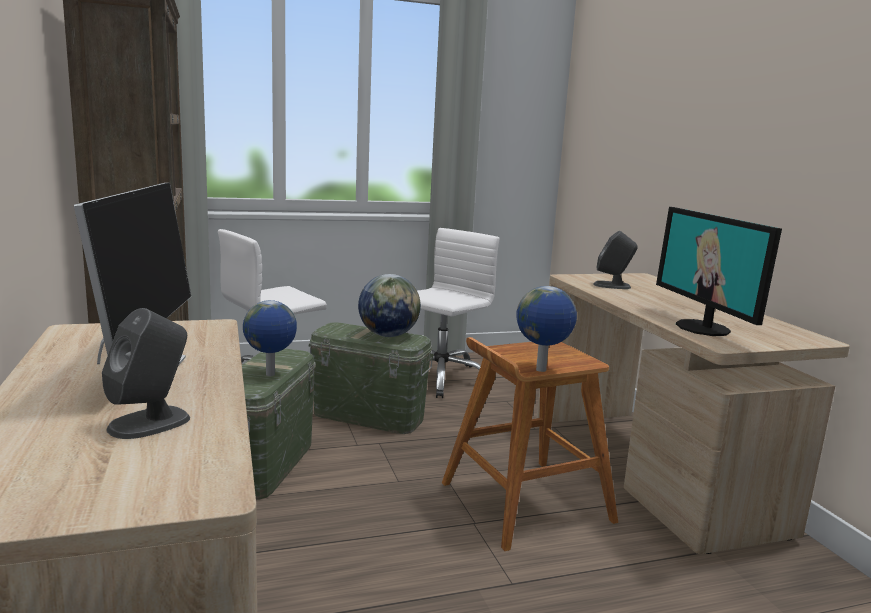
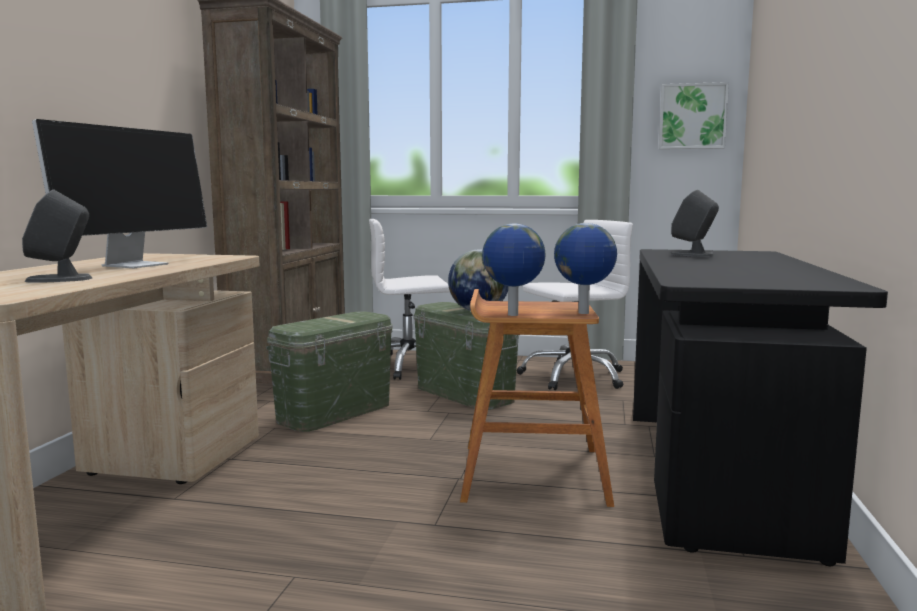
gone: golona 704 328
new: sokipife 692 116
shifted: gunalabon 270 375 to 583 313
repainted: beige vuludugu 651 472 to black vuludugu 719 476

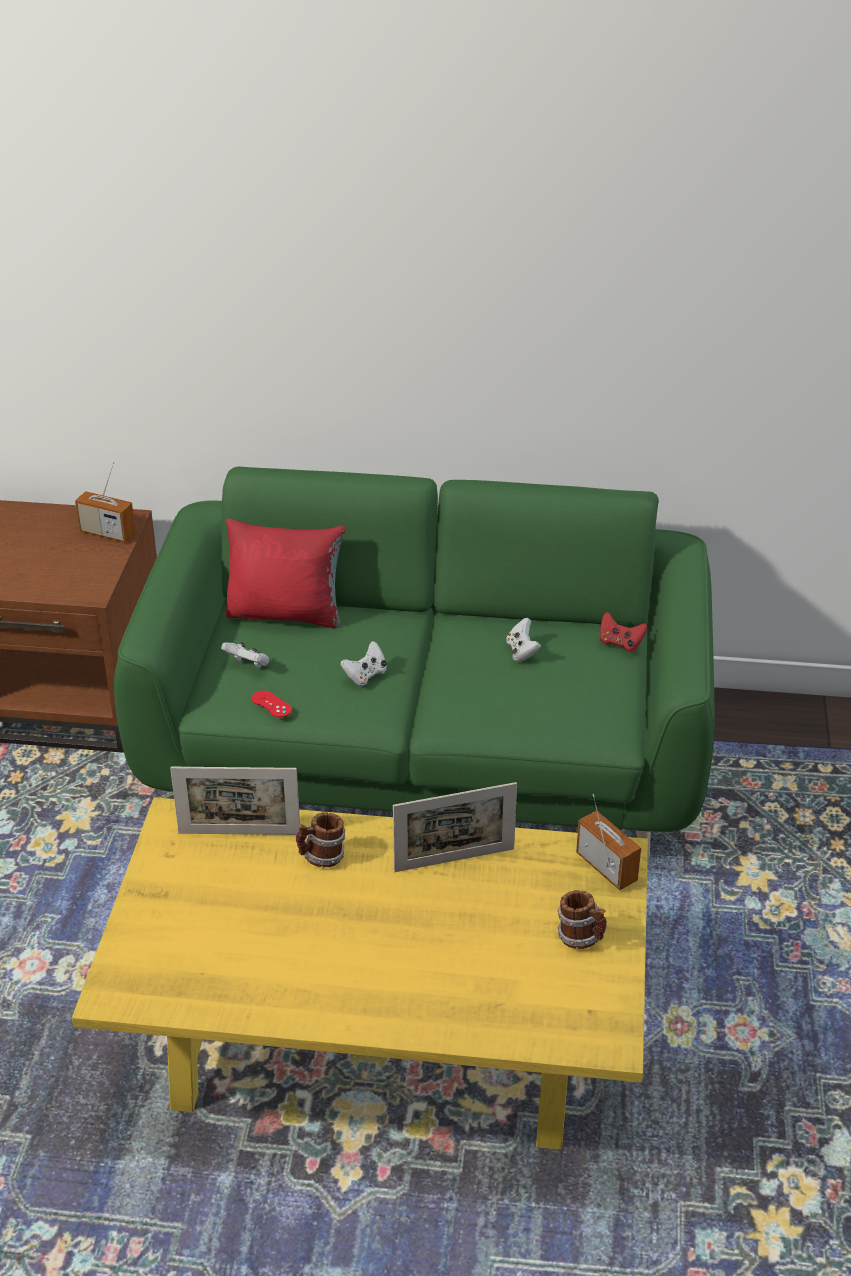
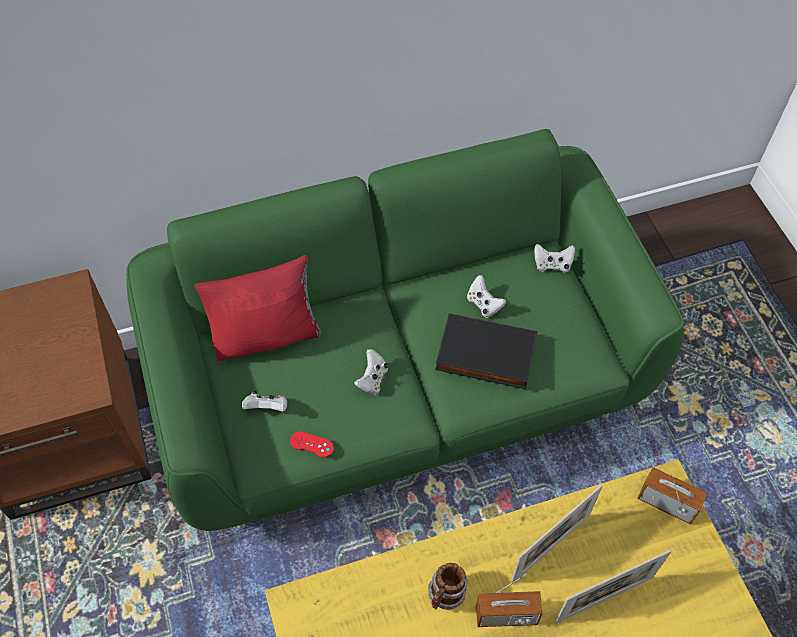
gone: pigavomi 581 938
new: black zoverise 484 356
shifted: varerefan 107 533 to 506 615; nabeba 239 833 to 604 600
repainted: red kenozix 620 643 to white kenozix 552 265

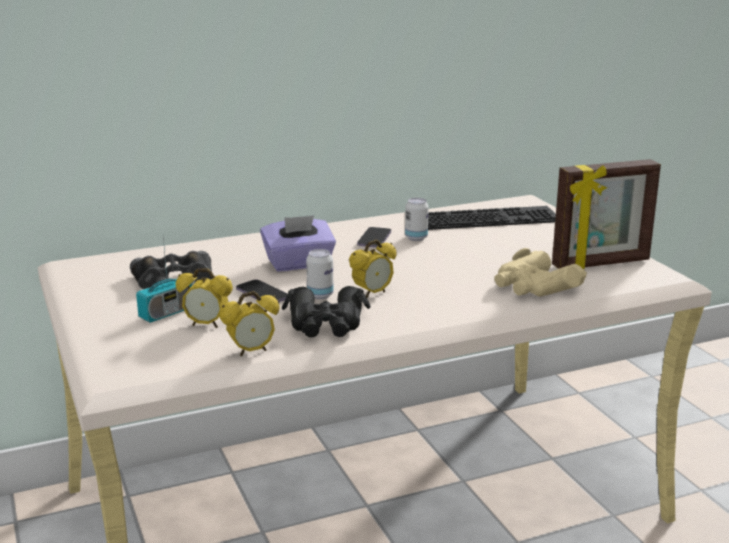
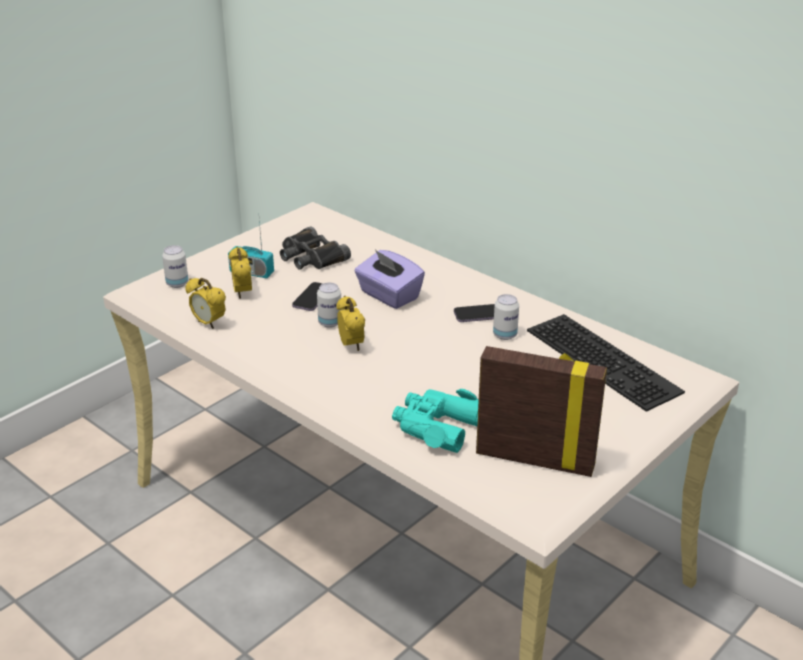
gone: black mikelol 326 324
new: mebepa 177 284
repainted: beige mikelol 534 286 to turquoise mikelol 436 426
rotated: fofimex 372 294 = 351 345 135 degrees counterclockwise; nabeba 601 264 = 535 459 150 degrees clockwise

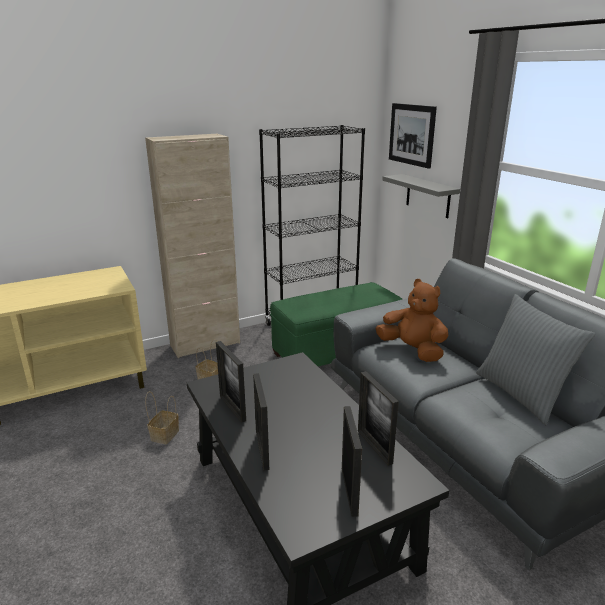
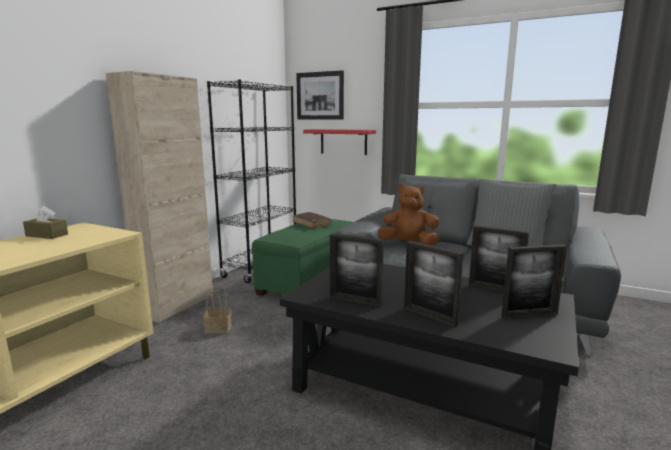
gone: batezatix 165 434
new: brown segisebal 47 235; brown zoverise 311 224
repainted: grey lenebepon 428 196 to red lenebepon 343 142
rotated: nabeba 349 491 = 529 315 120 degrees clockwise

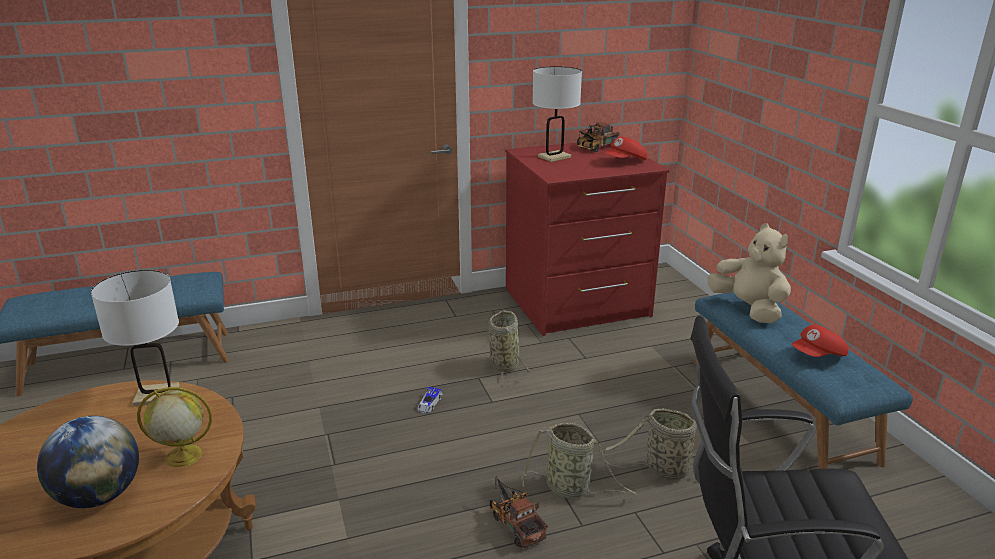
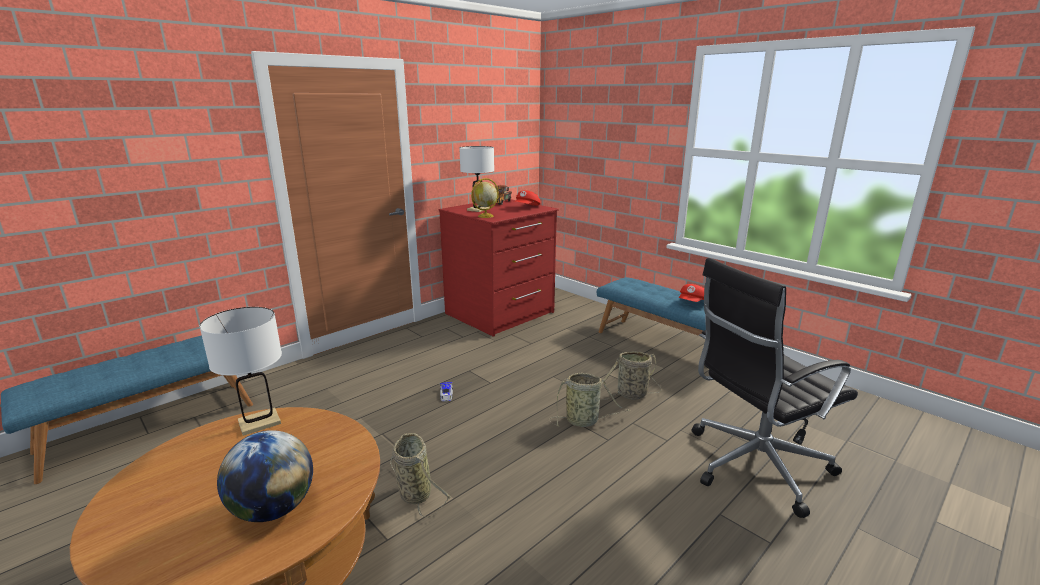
gone: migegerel 515 523; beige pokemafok 748 309
shifted: batezatix 504 364 to 414 492; gunalabon 182 456 to 485 216

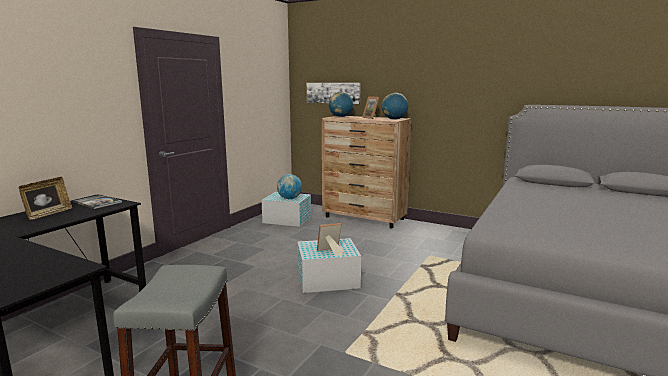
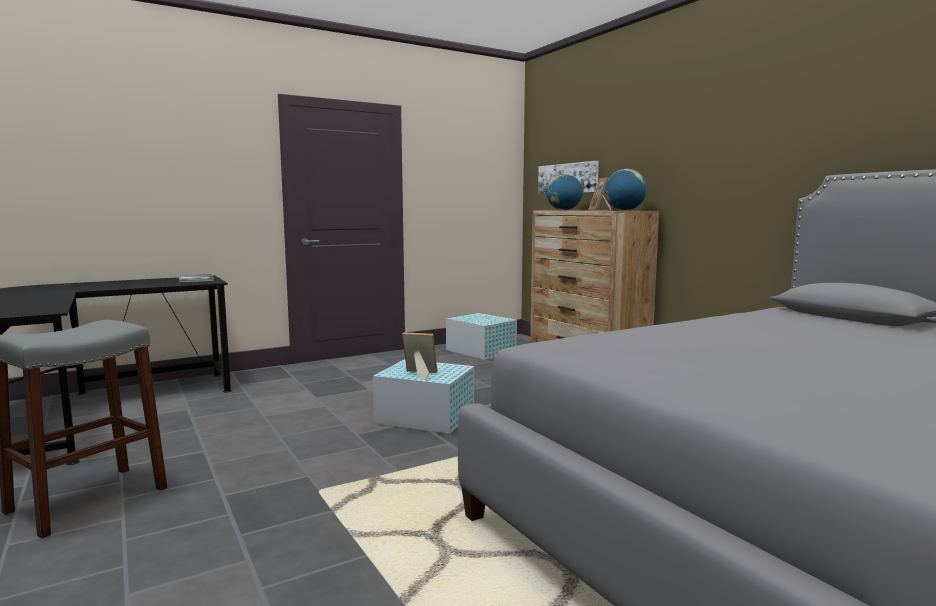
gone: nabeba 48 214; gunalabon 289 198

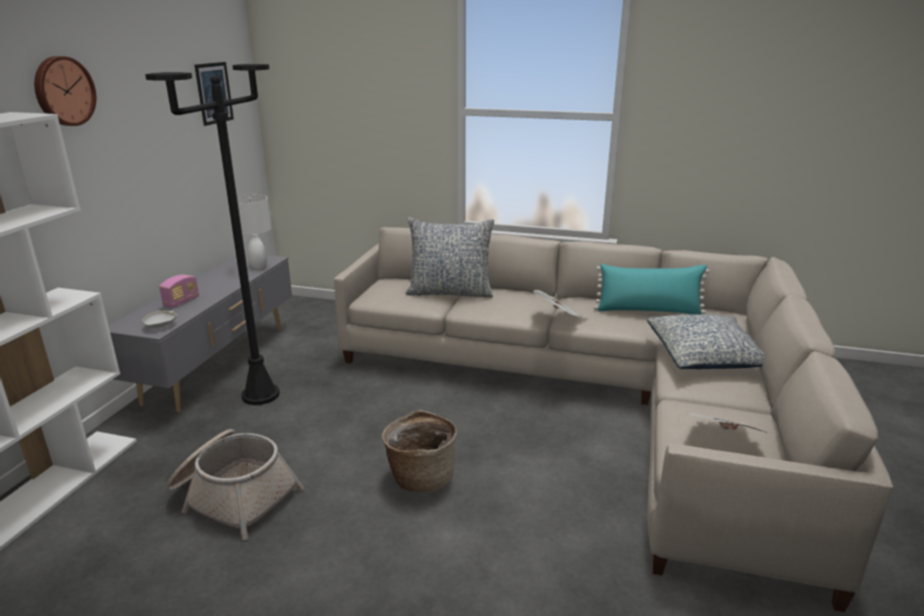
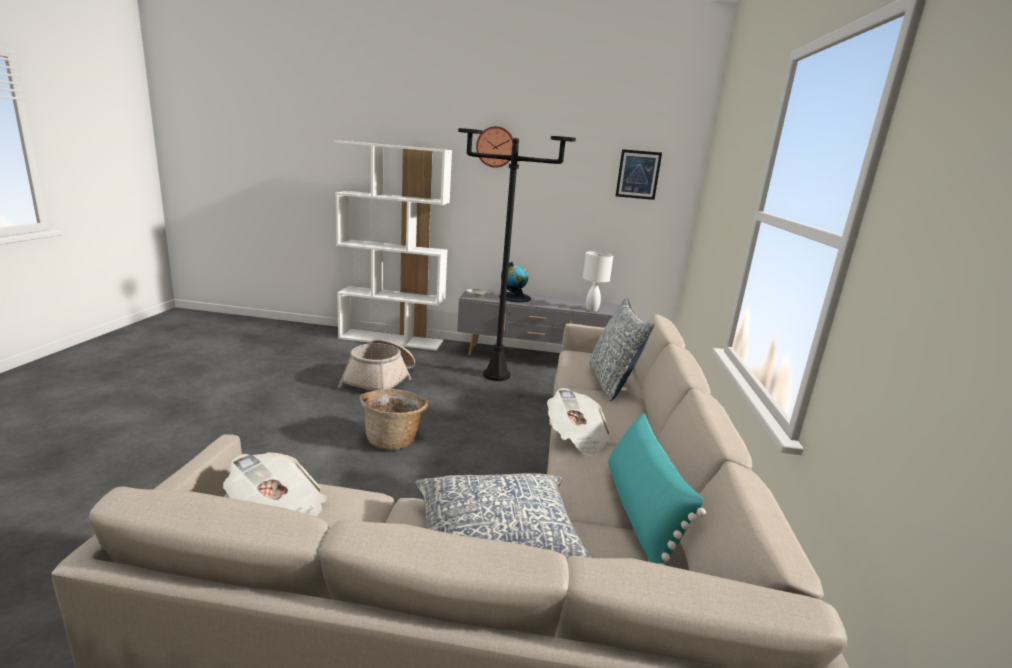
swapped: varerefan 181 302 to gunalabon 514 297

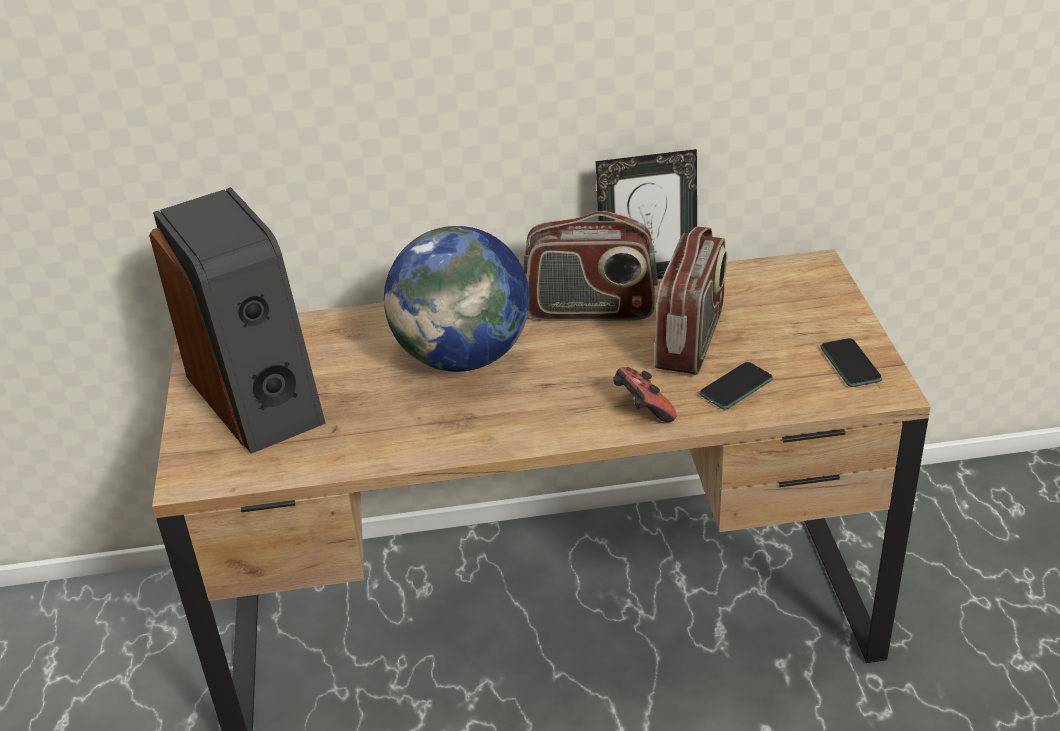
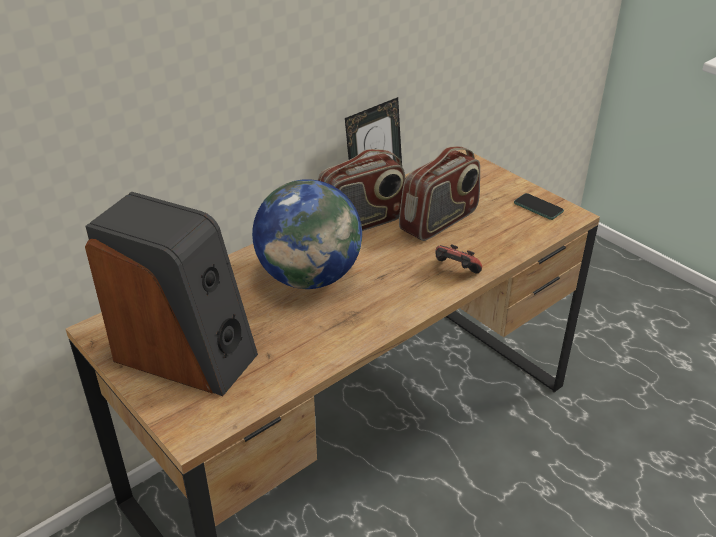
gone: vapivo 736 387
rotated: varerefan 691 339 = 439 221 60 degrees clockwise

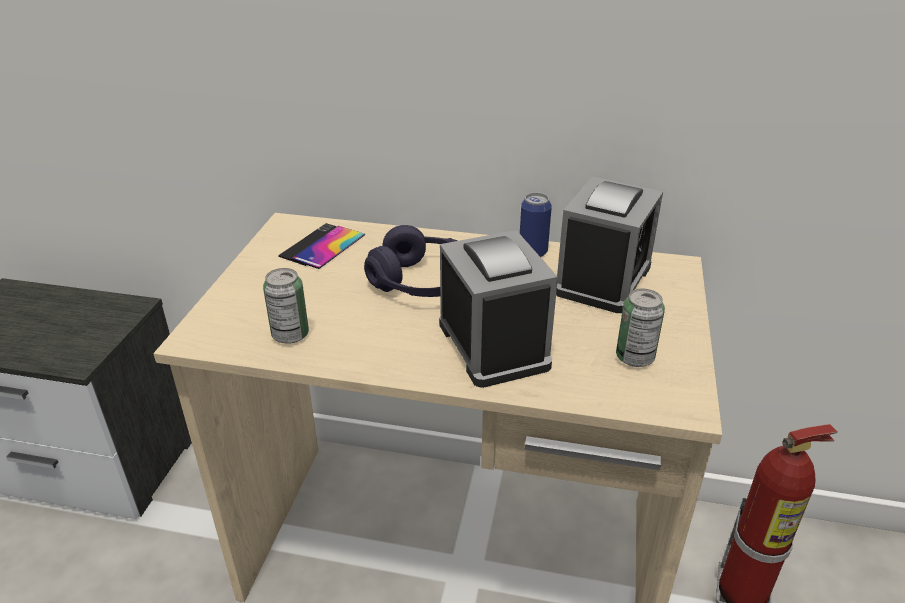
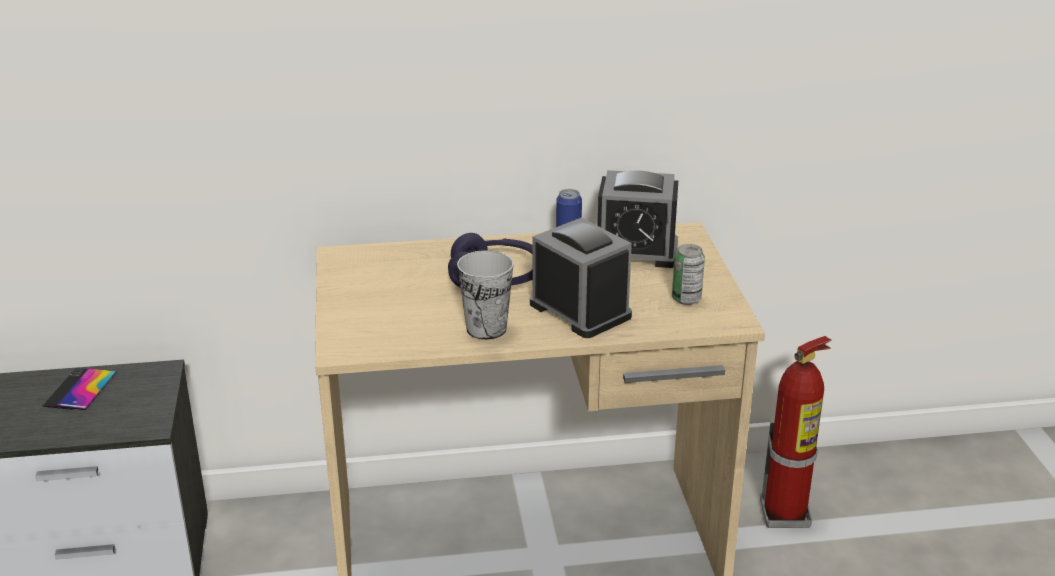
gone: mebepa 290 335
new: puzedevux 486 329
shifted: vapivo 322 246 to 80 389
rotated: fofimex 603 279 = 635 251 90 degrees clockwise

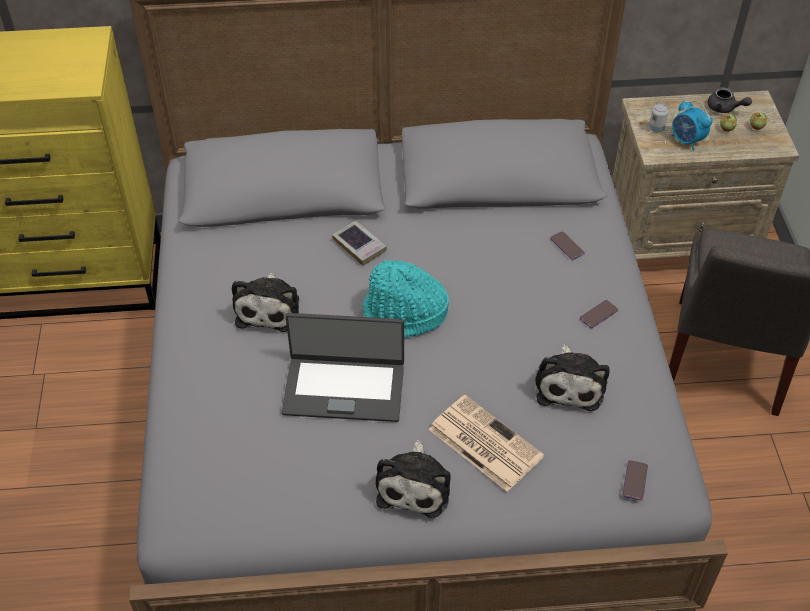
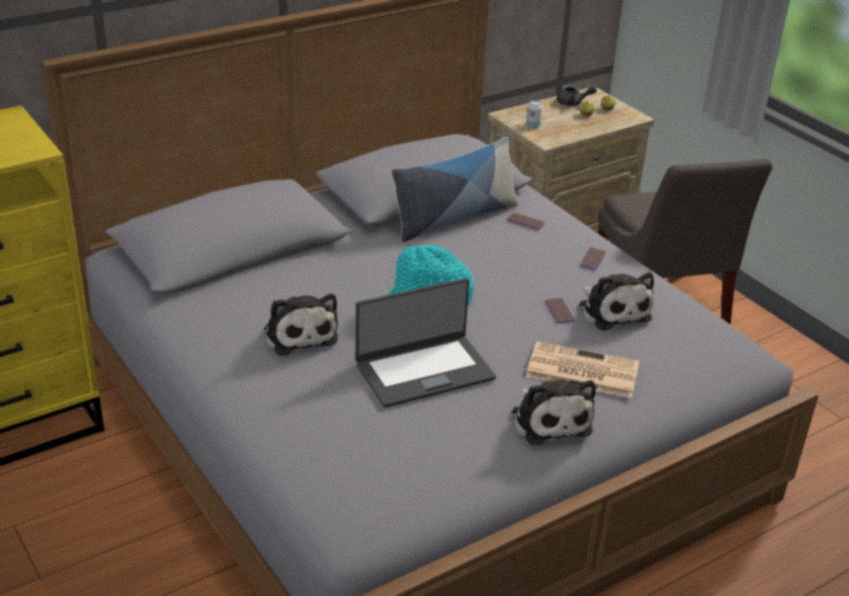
gone: zoverise 359 246; fofimex 687 141
new: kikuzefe 454 218
shifted: vapivo 635 480 to 559 311

